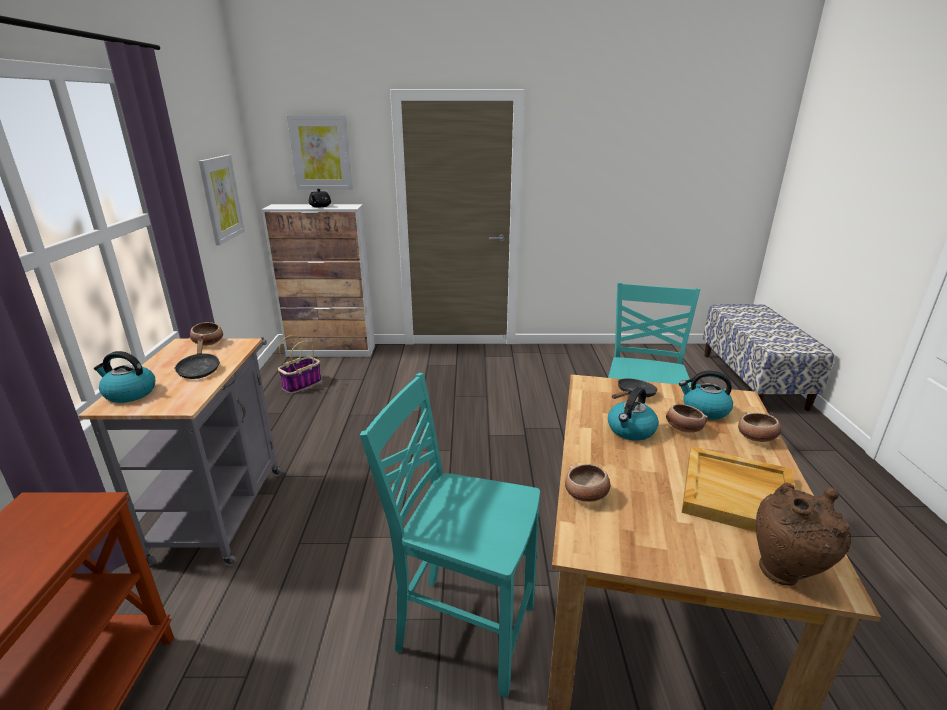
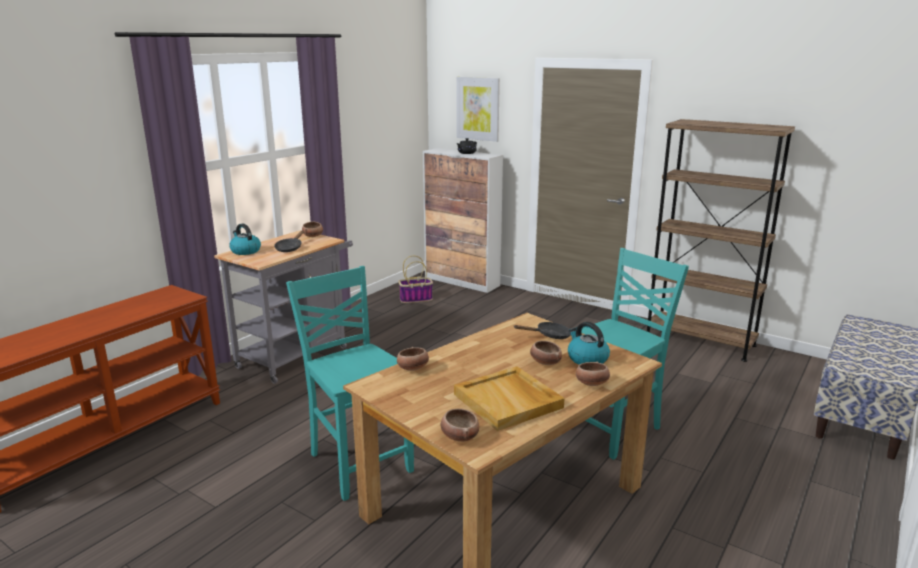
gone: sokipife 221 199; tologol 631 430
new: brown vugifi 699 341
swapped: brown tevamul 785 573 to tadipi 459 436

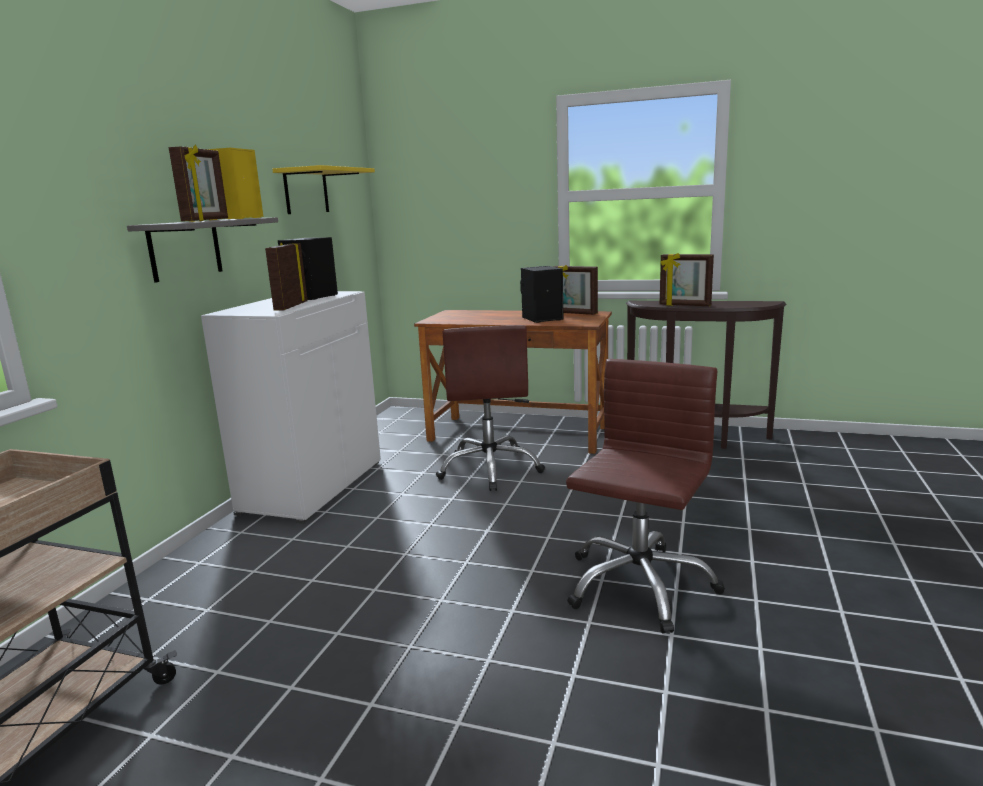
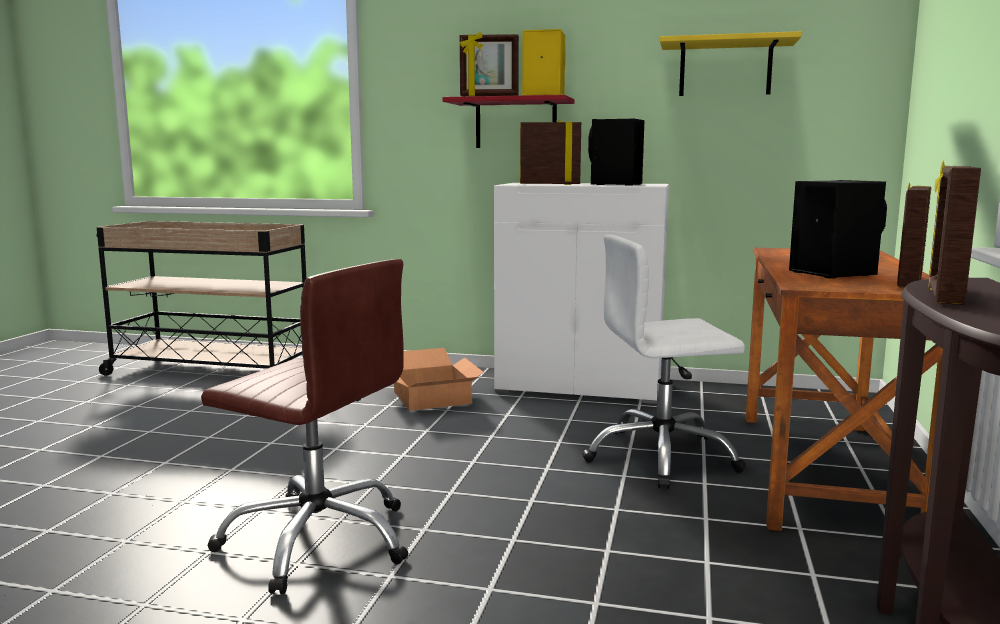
new: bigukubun 433 397
repainted: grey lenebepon 185 249 to red lenebepon 516 124; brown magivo 490 469 to white magivo 661 457

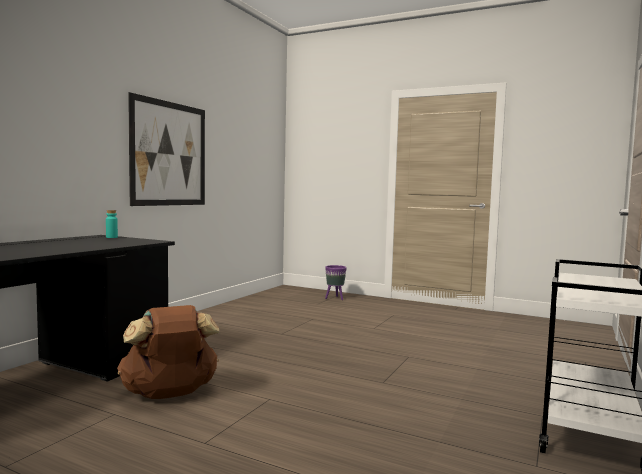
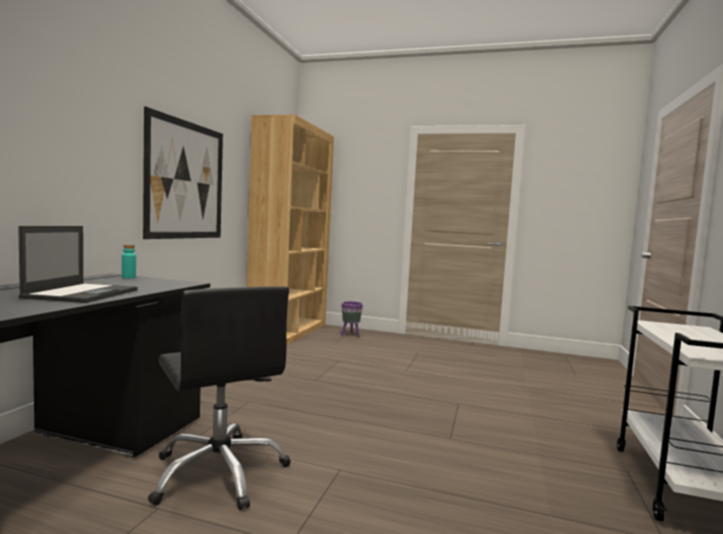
new: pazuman 83 293; brown vugifi 288 332
swapped: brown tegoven 170 395 to black magivo 219 472

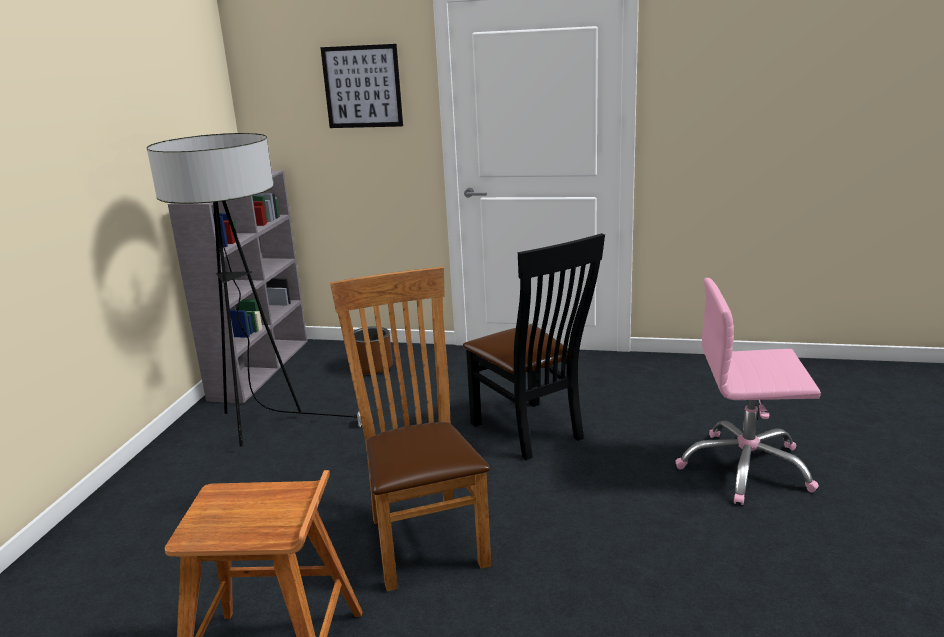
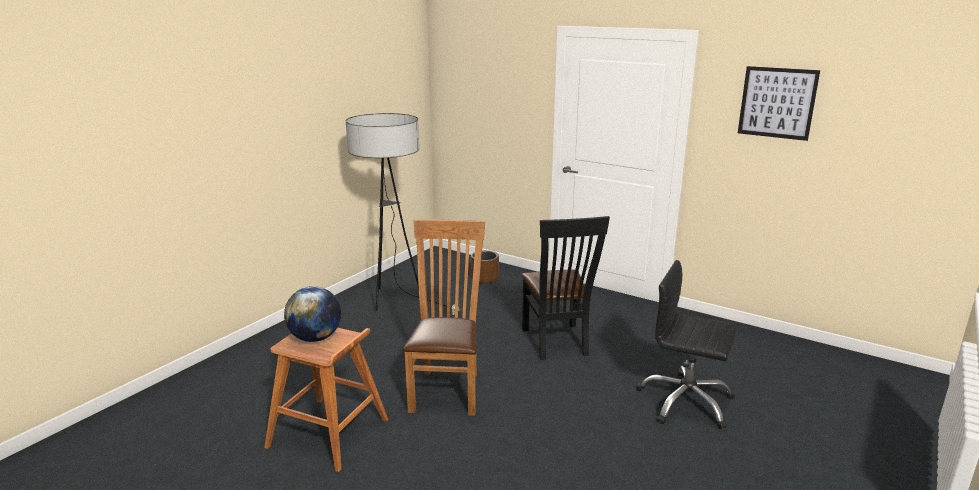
gone: grey vugifi 261 368
new: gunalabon 315 338
shifted: sokipife 362 86 to 777 103
repainted: pink magivo 745 468 to black magivo 685 402

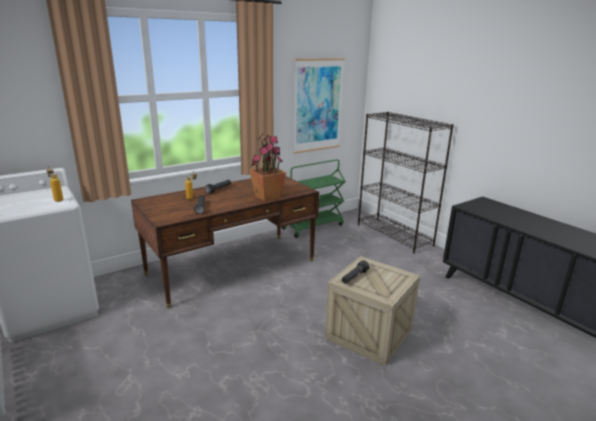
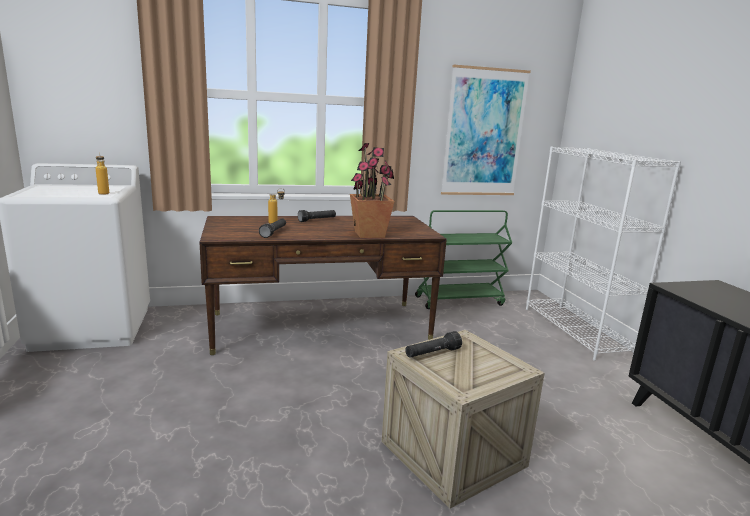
repainted: black vugifi 394 235 to white vugifi 576 331

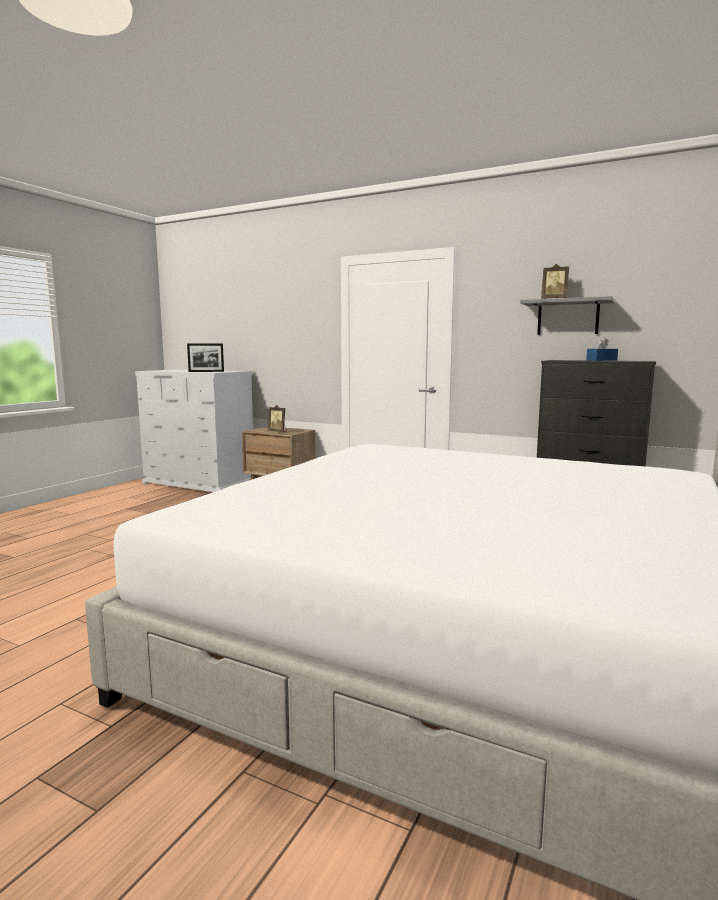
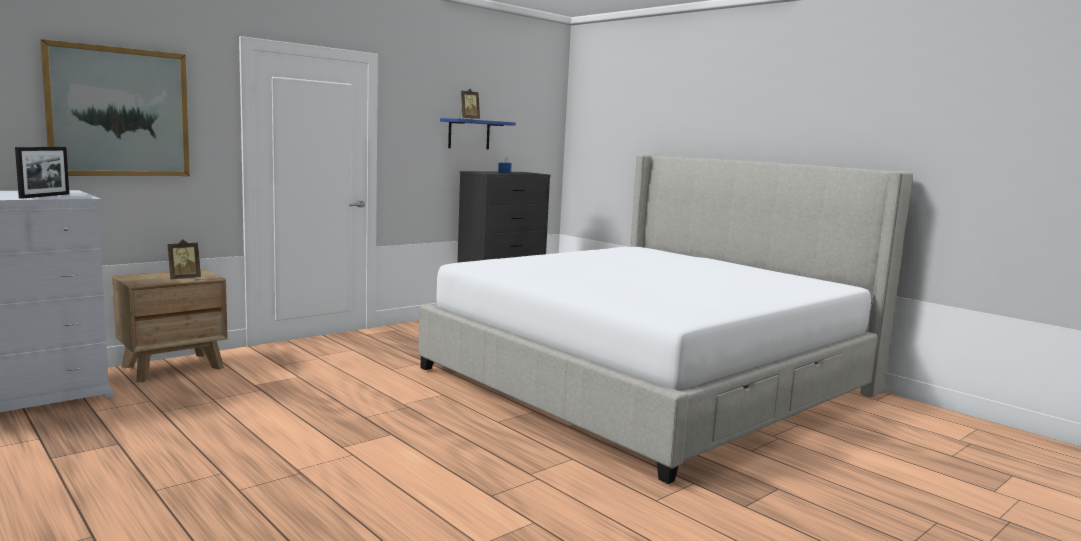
new: sokipife 119 112
repainted: grey lenebepon 568 317 to blue lenebepon 469 134

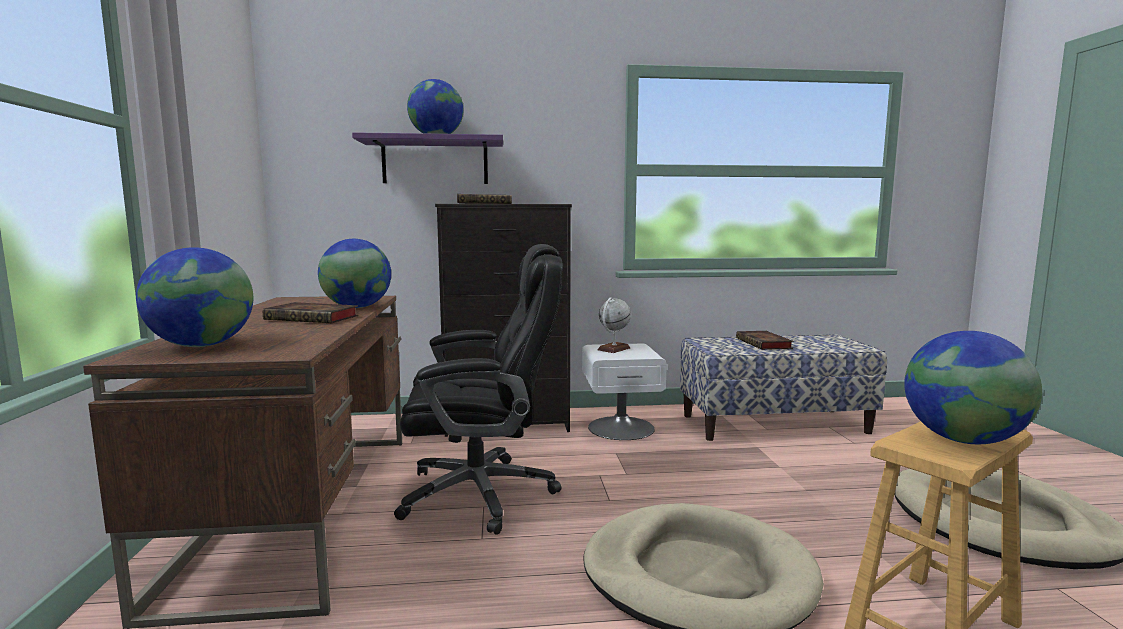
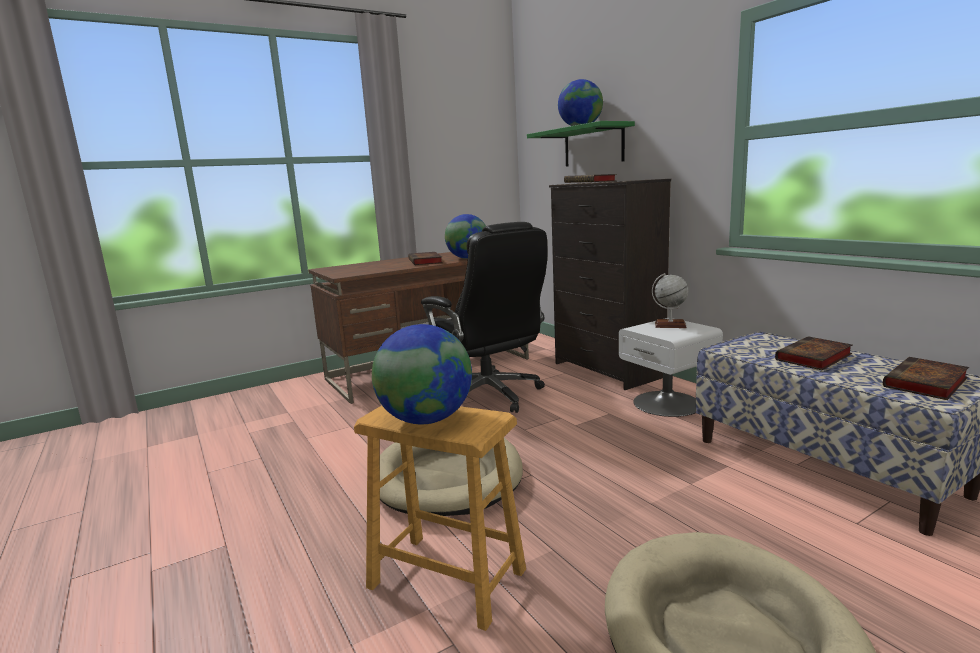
gone: gunalabon 202 346
new: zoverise 925 383
repainted: purple lenebepon 435 162 to green lenebepon 593 146

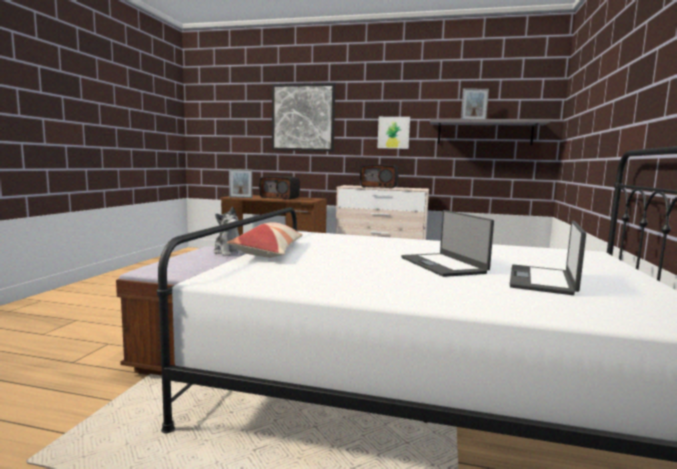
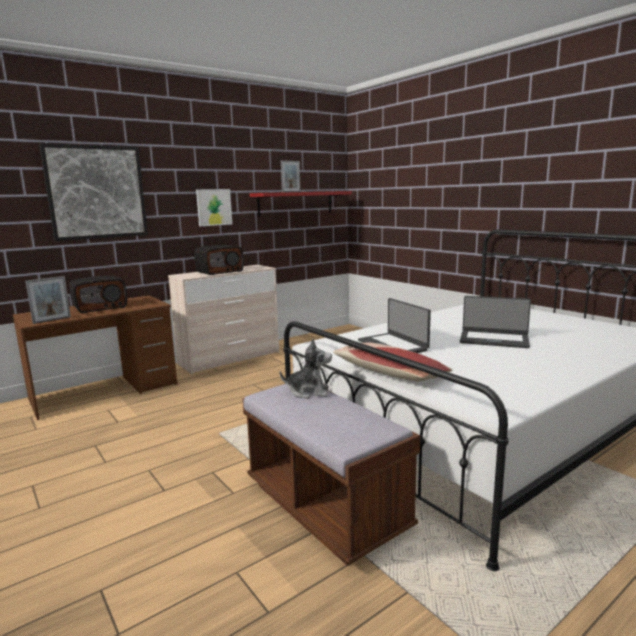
shifted: pazuman 543 280 to 393 345
repainted: grey lenebepon 484 133 to red lenebepon 295 203

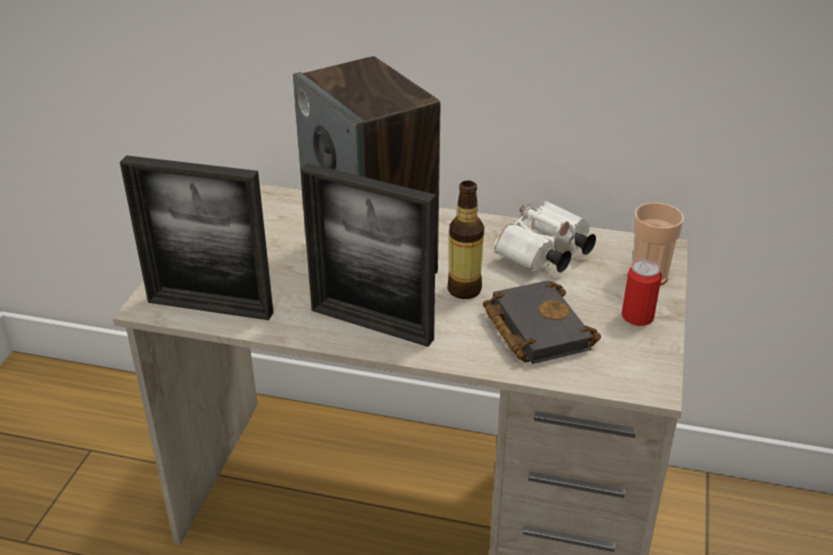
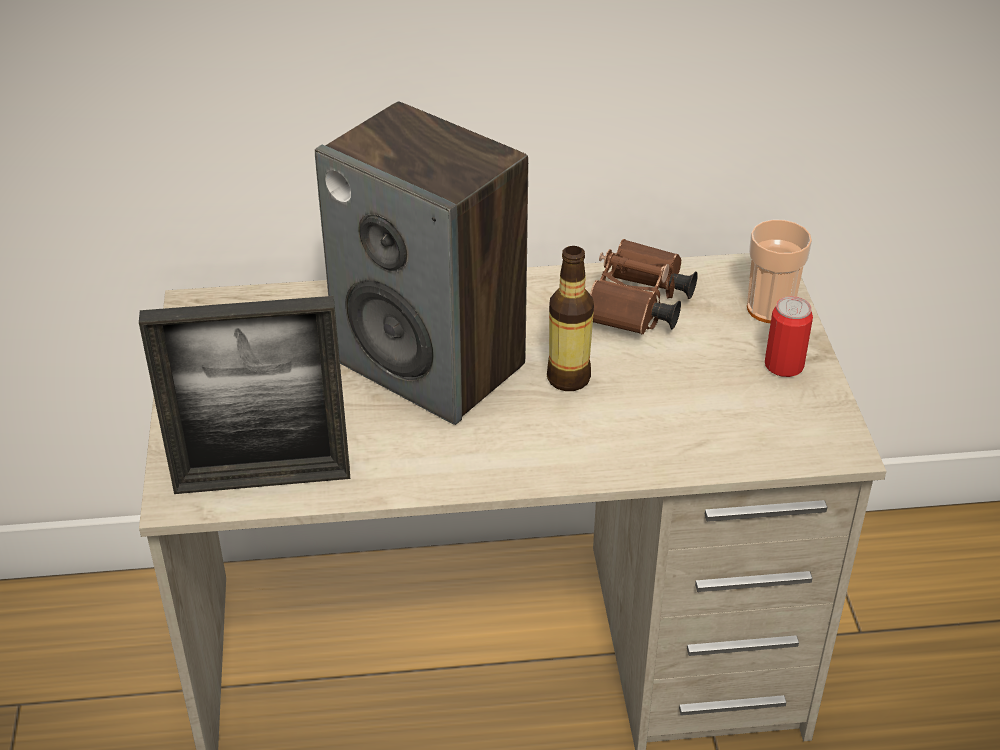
gone: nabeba 371 324; black zoverise 534 328
repainted: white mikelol 543 255 to brown mikelol 637 309

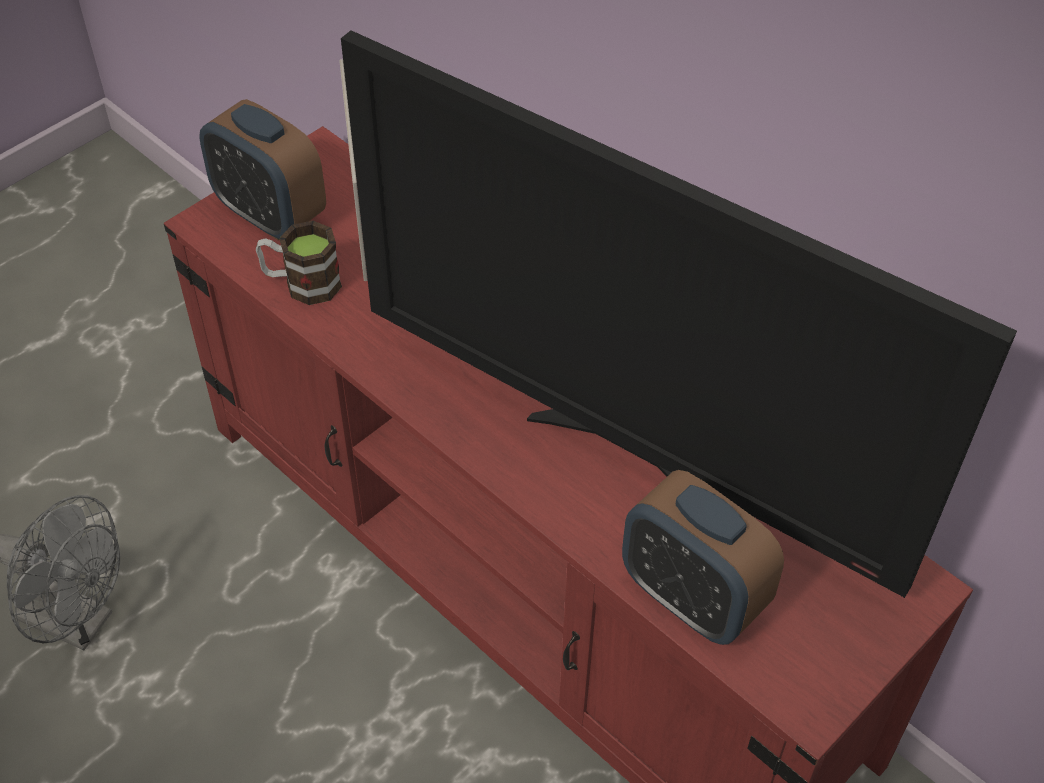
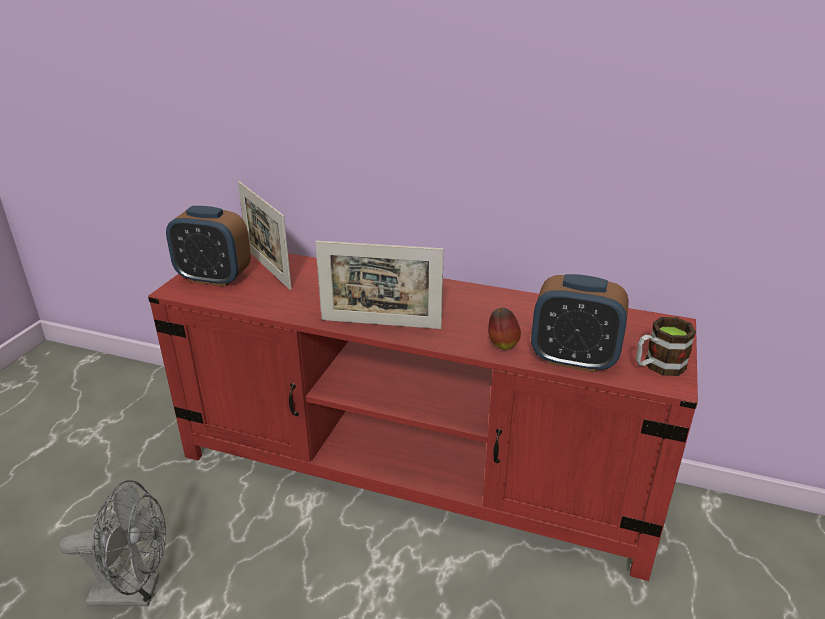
gone: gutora 625 451
new: nabeba 380 324; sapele 502 345
shifted: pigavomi 302 283 to 658 366

